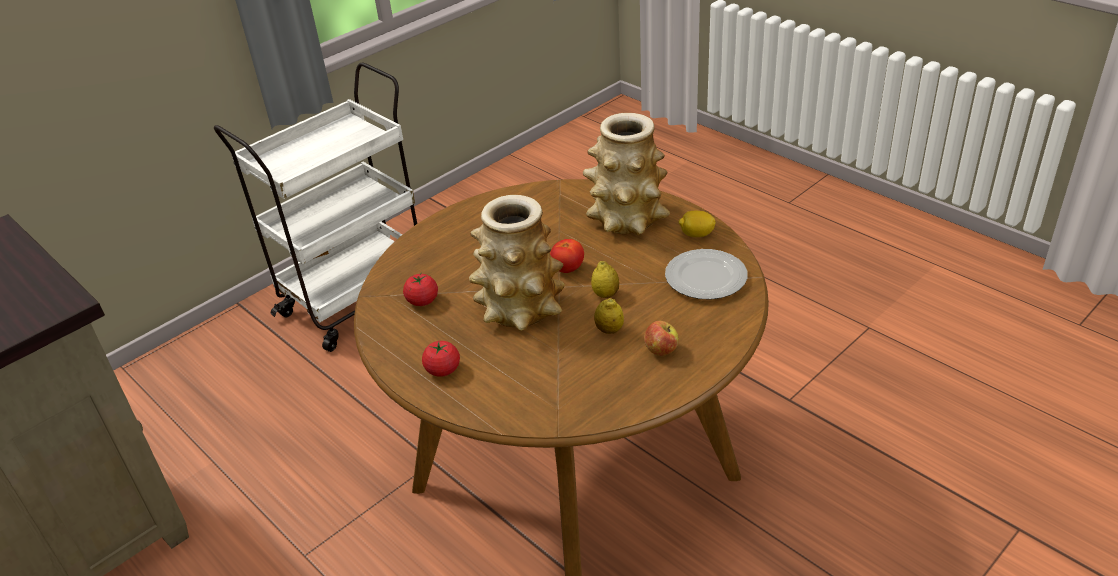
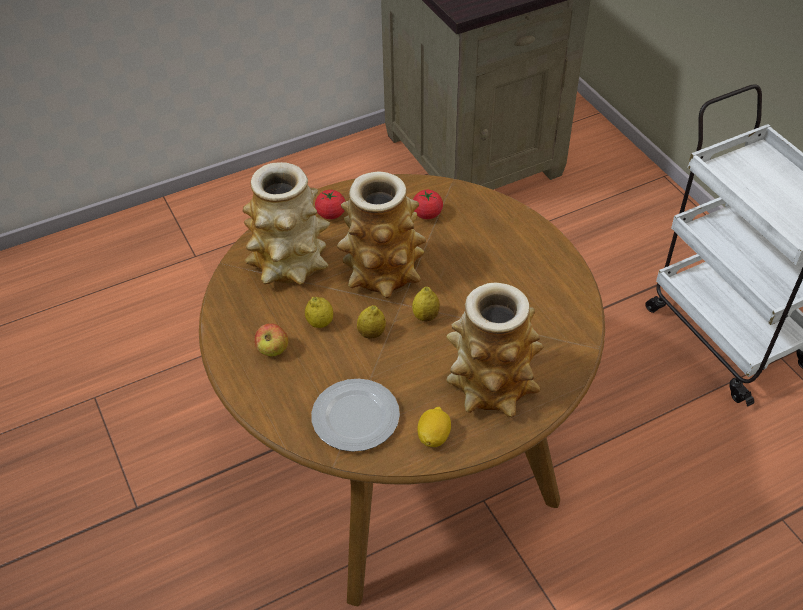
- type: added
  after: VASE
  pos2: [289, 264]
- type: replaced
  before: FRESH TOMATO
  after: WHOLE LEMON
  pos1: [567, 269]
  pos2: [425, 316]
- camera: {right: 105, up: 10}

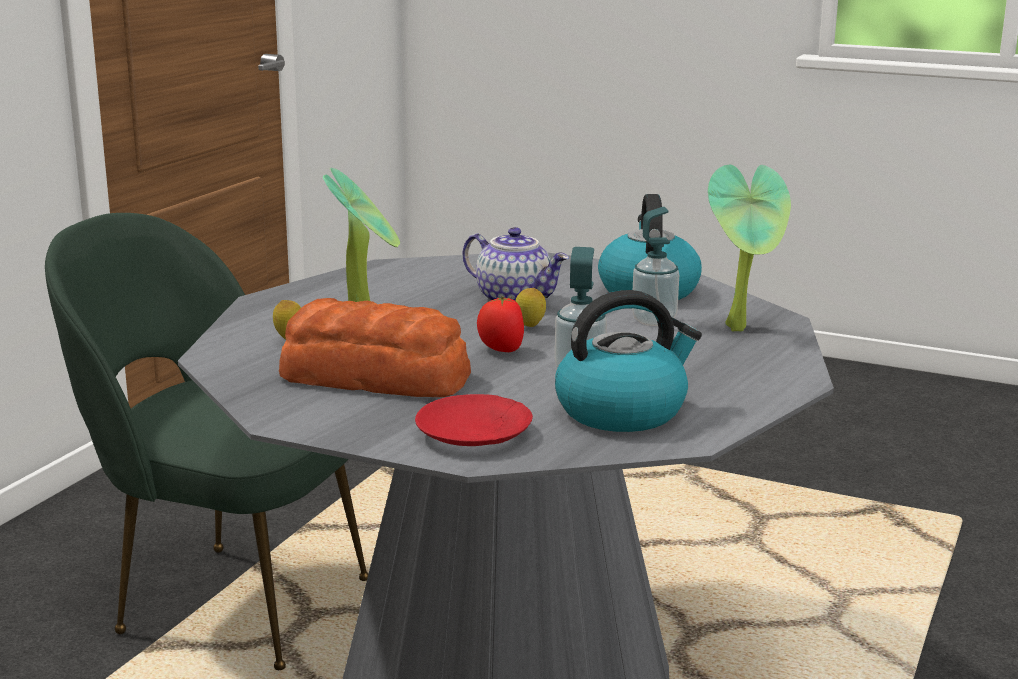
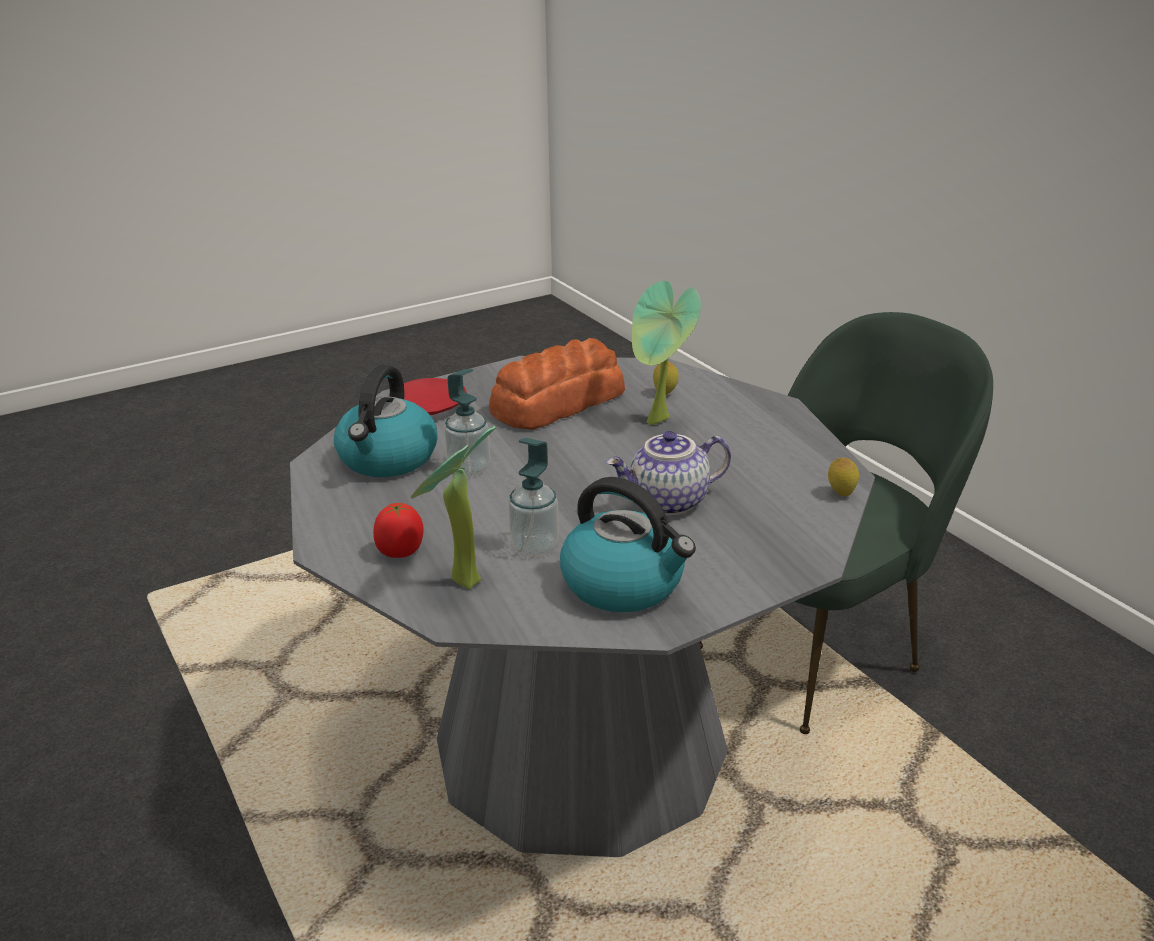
- type: moved
  before: FRESH TOMATO
  pos1: [500, 350]
  pos2: [401, 552]
- type: moved
  before: WHOLE LEMON
  pos1: [530, 327]
  pos2: [841, 494]
- camera: {right: 125, up: 10}

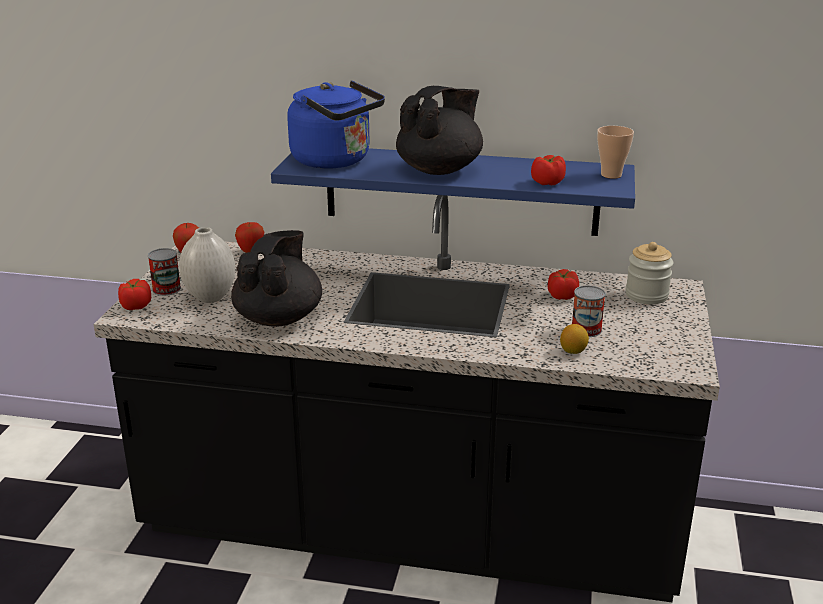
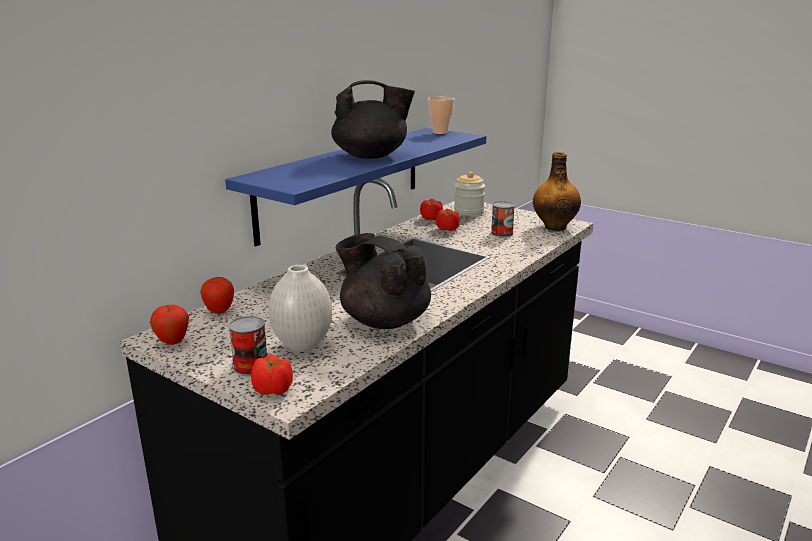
- type: turned
  before: BLACK TEAPOT
  pos1: [440, 170]
  pos2: [371, 156]
  turn: 105
- type: moved
  before: FRESH TOMATO
  pos1: [548, 182]
  pos2: [431, 218]
- type: added
  after: BEVERAGE BOTTLE
  pos2: [554, 227]
- type: removed
  before: BLUISH WATER KETTLE
  pos1: [335, 161]
- type: removed
  before: WHOLE LEMON
  pos1: [573, 351]
- camera: {right: -65, up: -5}

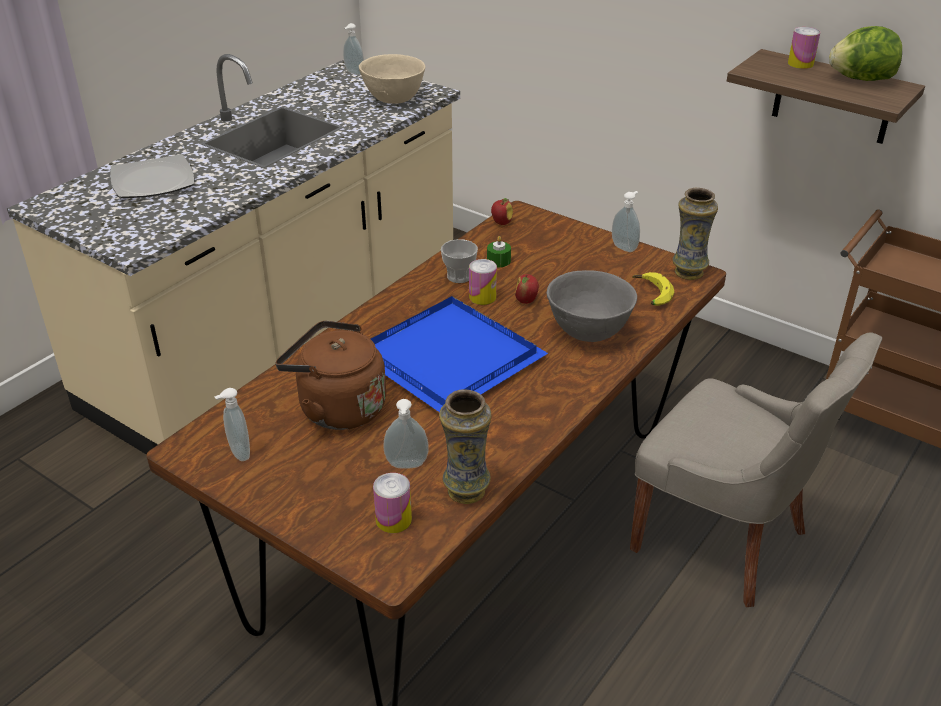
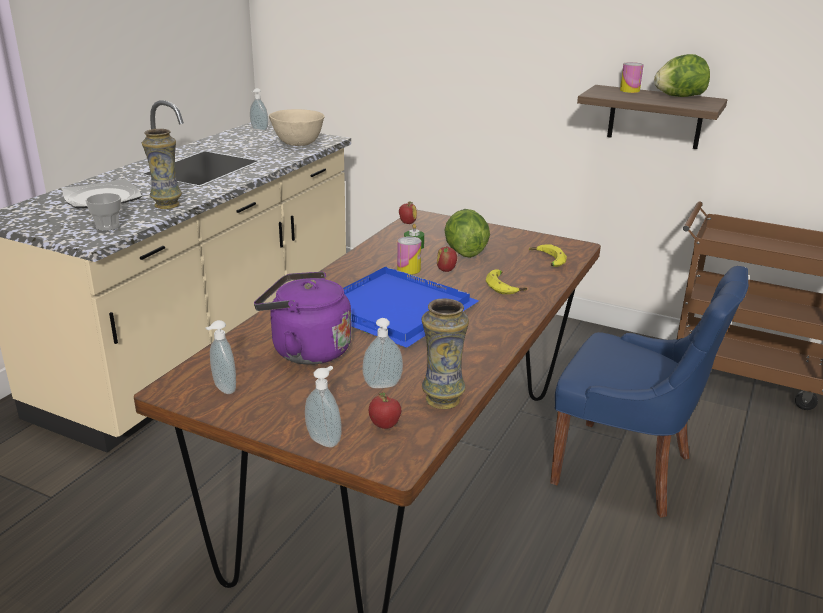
- type: moved
  before: SMALL CUP
  pos1: [459, 276]
  pos2: [107, 226]
- type: moved
  before: VASE
  pos1: [688, 272]
  pos2: [166, 205]
- type: recoloured
  before: BROWN-COLOURED WATER KETTLE
  after: PURPLE WATER KETTLE
  pos1: [337, 408]
  pos2: [306, 350]
- type: moved
  before: SOAP DISPENSER
  pos1: [625, 247]
  pos2: [325, 440]
- type: replaced
  before: CAN
  after: WHOLE APPLE
  pos1: [393, 520]
  pos2: [384, 426]
- type: added
  after: HEAD OF LETTUCE
  pos2: [464, 252]
- type: replaced
  before: GREY DEEP DISH
  after: BANANA
  pos1: [588, 332]
  pos2: [505, 287]
- type: recoloured
  before: GREY PLAIN CHAIR
  after: BLUISH PLAIN CHAIR
  pos1: [724, 540]
  pos2: [626, 469]
- camera: {right: -10, up: -10}

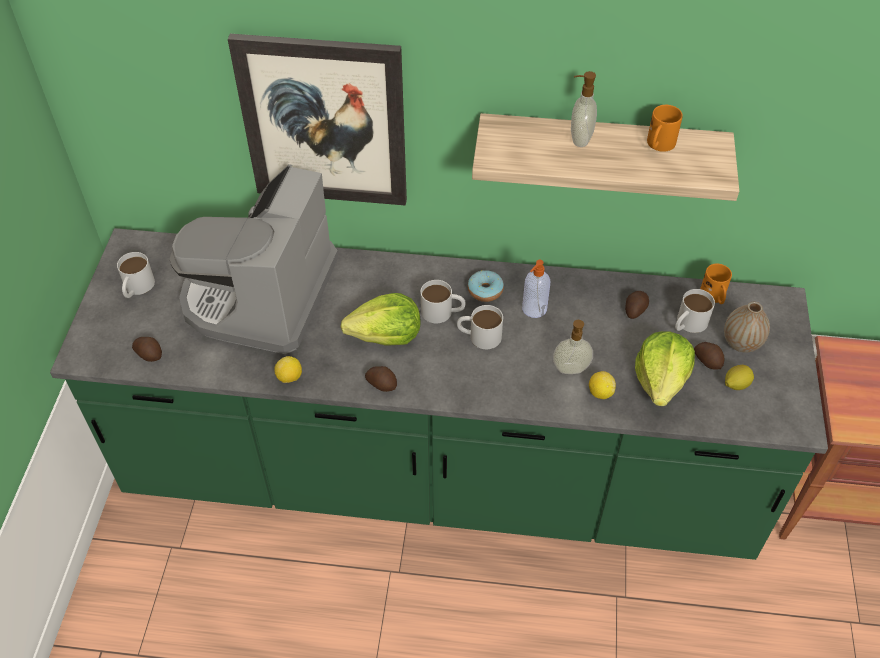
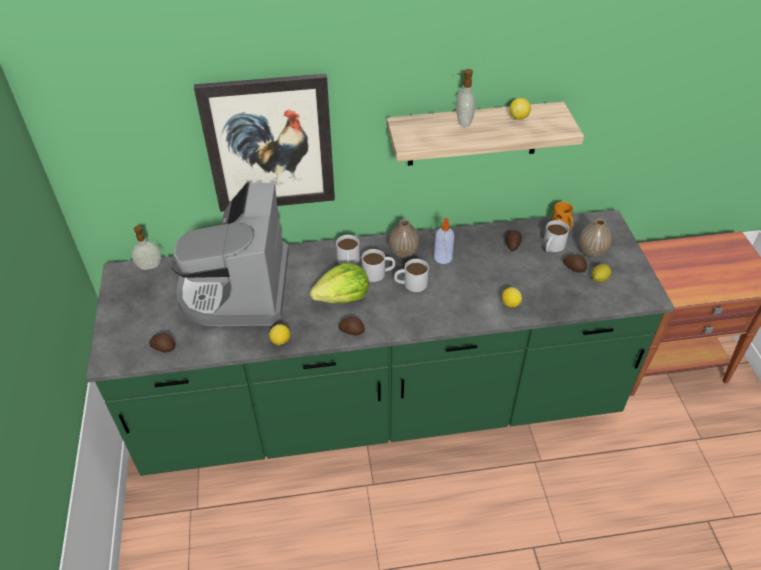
- type: moved
  before: SOAP DISPENSER
  pos1: [571, 370]
  pos2: [150, 267]
- type: moved
  before: WHITE-COLOURED MUG
  pos1: [136, 288]
  pos2: [348, 262]
- type: replaced
  before: DOUGHNUT
  after: VASE
  pos1: [485, 290]
  pos2: [403, 252]
- type: replaced
  before: ORANGE MUG
  after: WHOLE LEMON
  pos1: [659, 145]
  pos2: [518, 117]
- type: removed
  before: HEAD OF LETTUCE
  pos1: [661, 380]
- camera: {right: -15, up: -5}

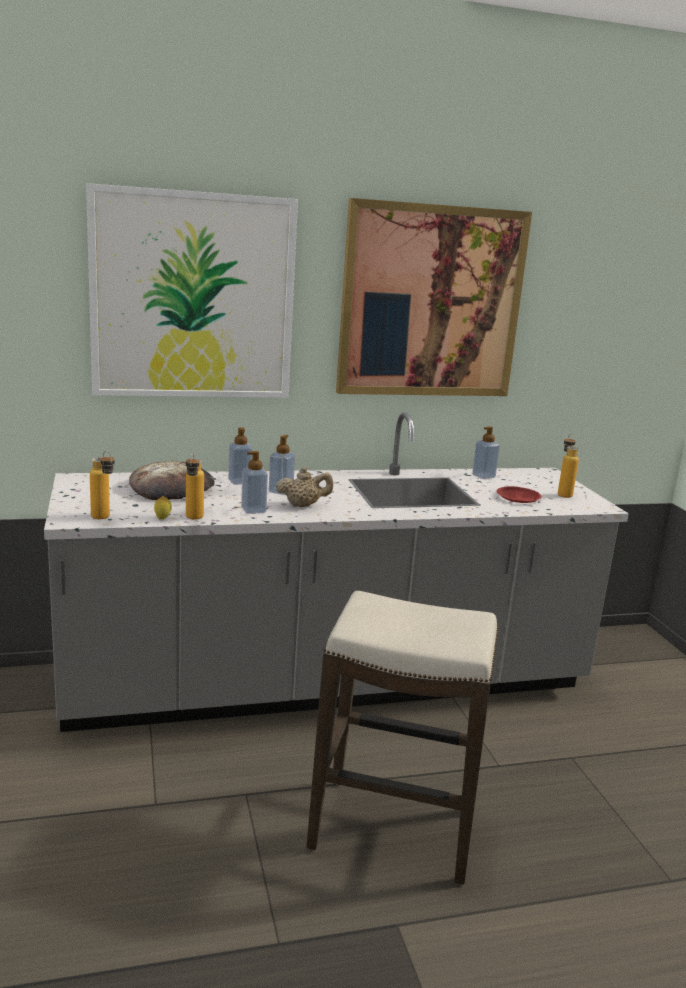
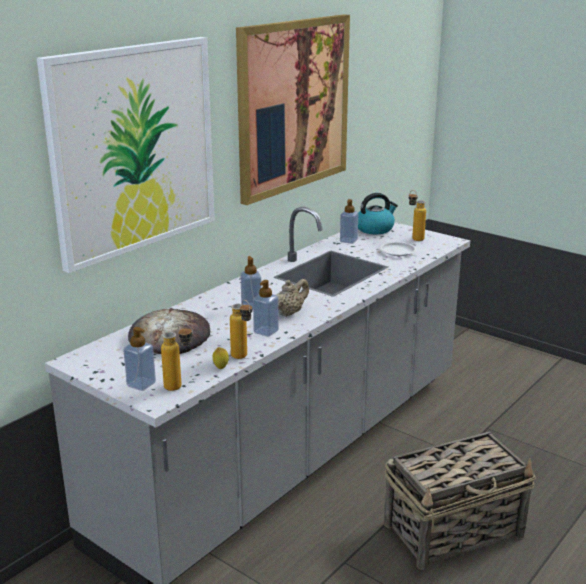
- type: moved
  before: SOAP DISPENSER
  pos1: [239, 481]
  pos2: [141, 384]
- type: added
  after: WATER KETTLE
  pos2: [375, 229]
- type: recoloured
  before: REDDISH DINNER PLATE
  after: WHITE-COLOURED DINNER PLATE
  pos1: [518, 497]
  pos2: [397, 251]
- type: replaced
  before: STOOL SEAT
  after: HOUSEHOLD BASKET
  pos1: [394, 828]
  pos2: [455, 530]
- camera: {right: -35, up: 5}

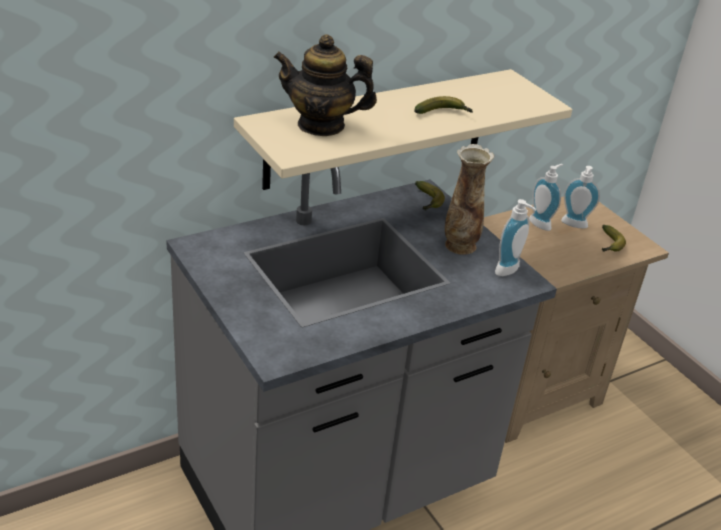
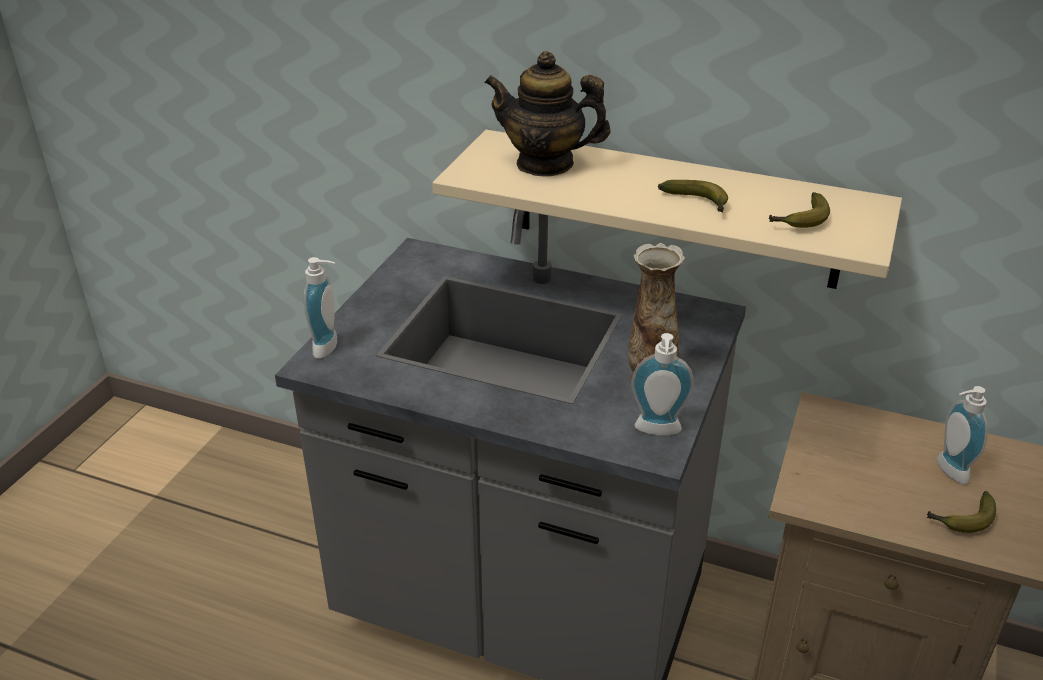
- type: moved
  before: SOAP DISPENSER
  pos1: [542, 223]
  pos2: [330, 347]
- type: turned
  before: TEAPOT
  pos1: [321, 125]
  pos2: [545, 164]
  turn: -45
- type: moved
  before: BANANA
  pos1: [428, 202]
  pos2: [800, 220]
- camera: {right: 55, up: 0}

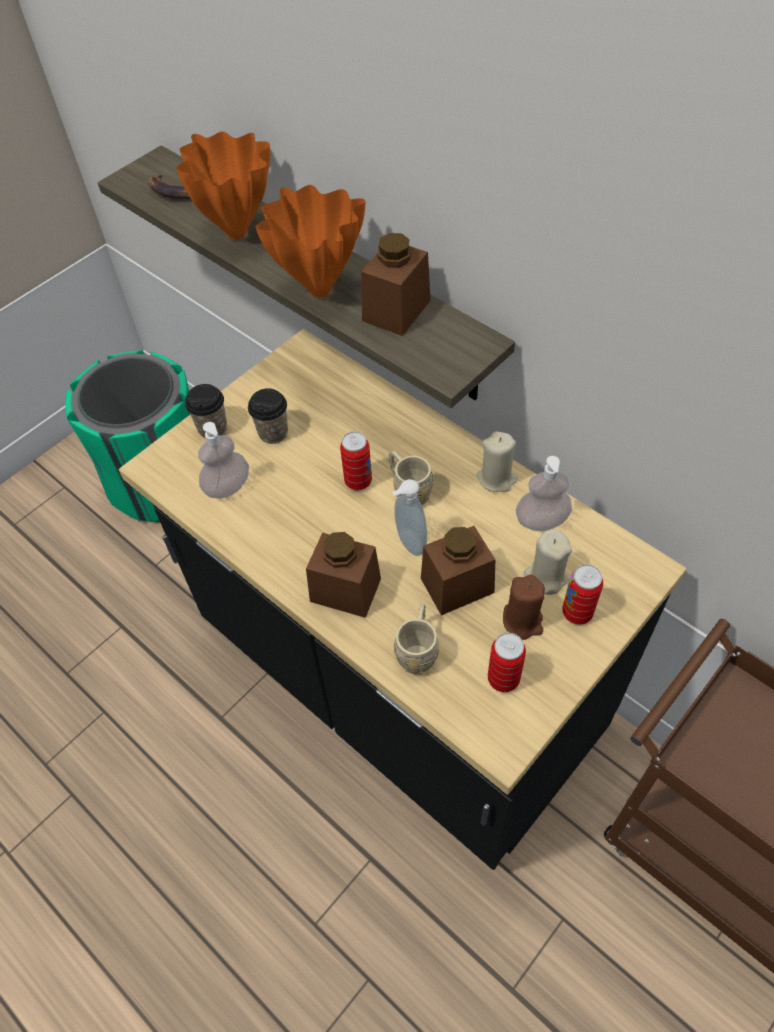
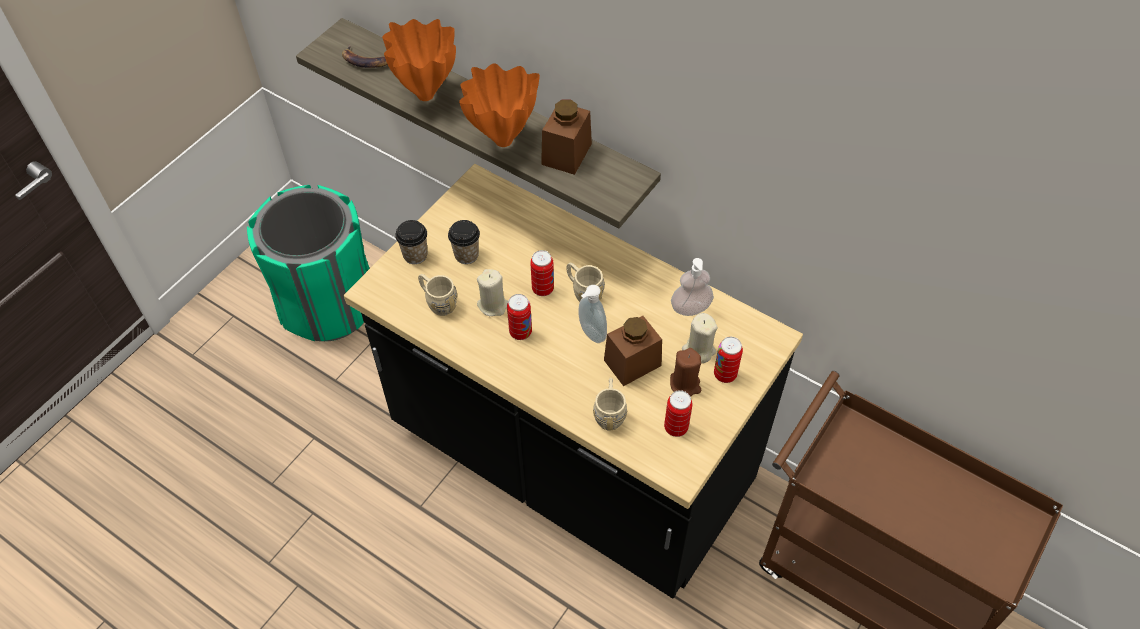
- type: replaced
  before: SOAP DISPENSER
  after: SAND-COLOURED MUG
  pos1: [227, 487]
  pos2: [438, 302]
- type: moved
  before: SAND-COLOURED WAX CANDLE
  pos1: [496, 478]
  pos2: [493, 305]
- type: added
  after: CAN
  pos2: [520, 332]
- type: removed
  before: BROWN-COLOURED STORAGE JAR
  pos1: [345, 590]
- camera: {right: -10, up: 0}

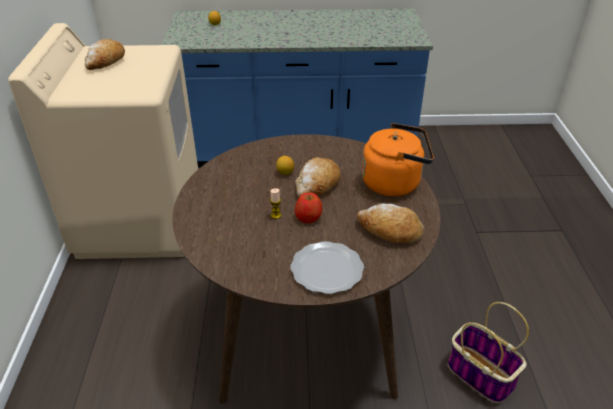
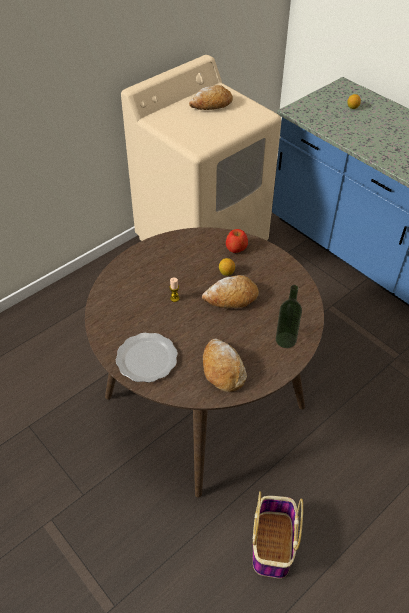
- type: moved
  before: WHOLE APPLE
  pos1: [308, 217]
  pos2: [236, 248]
- type: replaced
  before: ORANGE WATER KETTLE
  after: BEVERAGE BOTTLE
  pos1: [394, 182]
  pos2: [285, 340]
- camera: {right: 50, up: 10}

